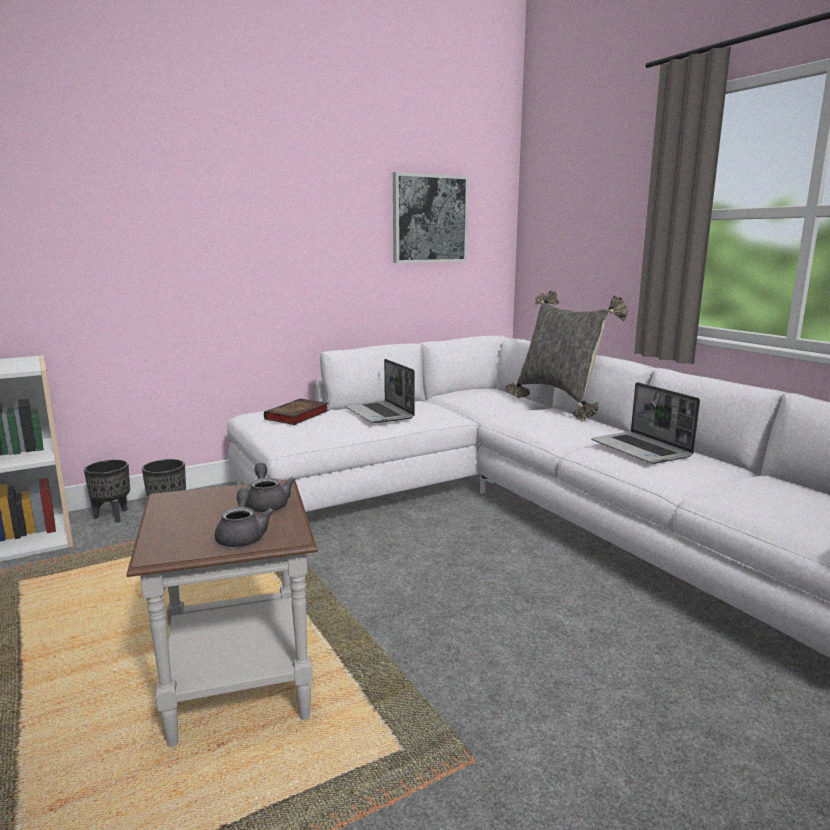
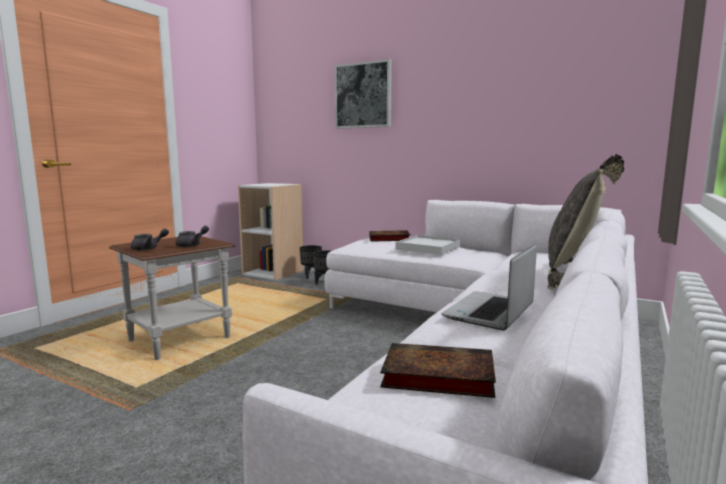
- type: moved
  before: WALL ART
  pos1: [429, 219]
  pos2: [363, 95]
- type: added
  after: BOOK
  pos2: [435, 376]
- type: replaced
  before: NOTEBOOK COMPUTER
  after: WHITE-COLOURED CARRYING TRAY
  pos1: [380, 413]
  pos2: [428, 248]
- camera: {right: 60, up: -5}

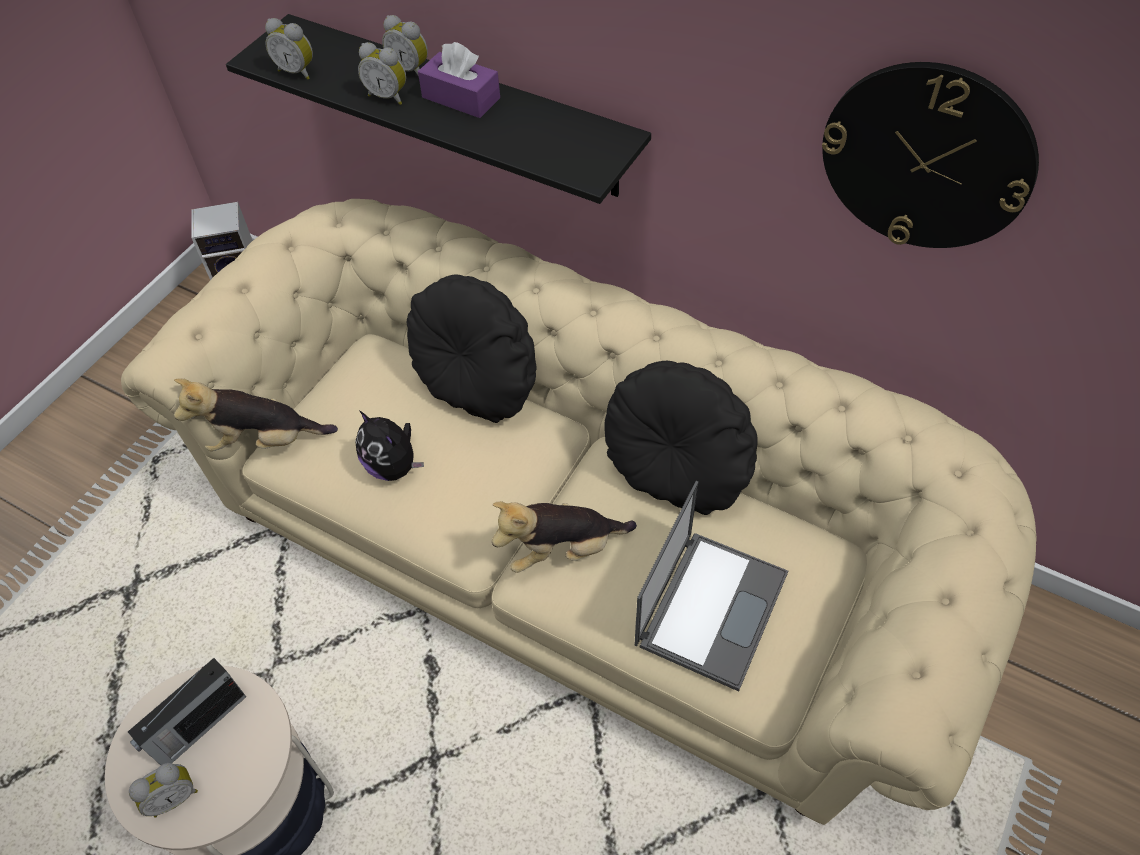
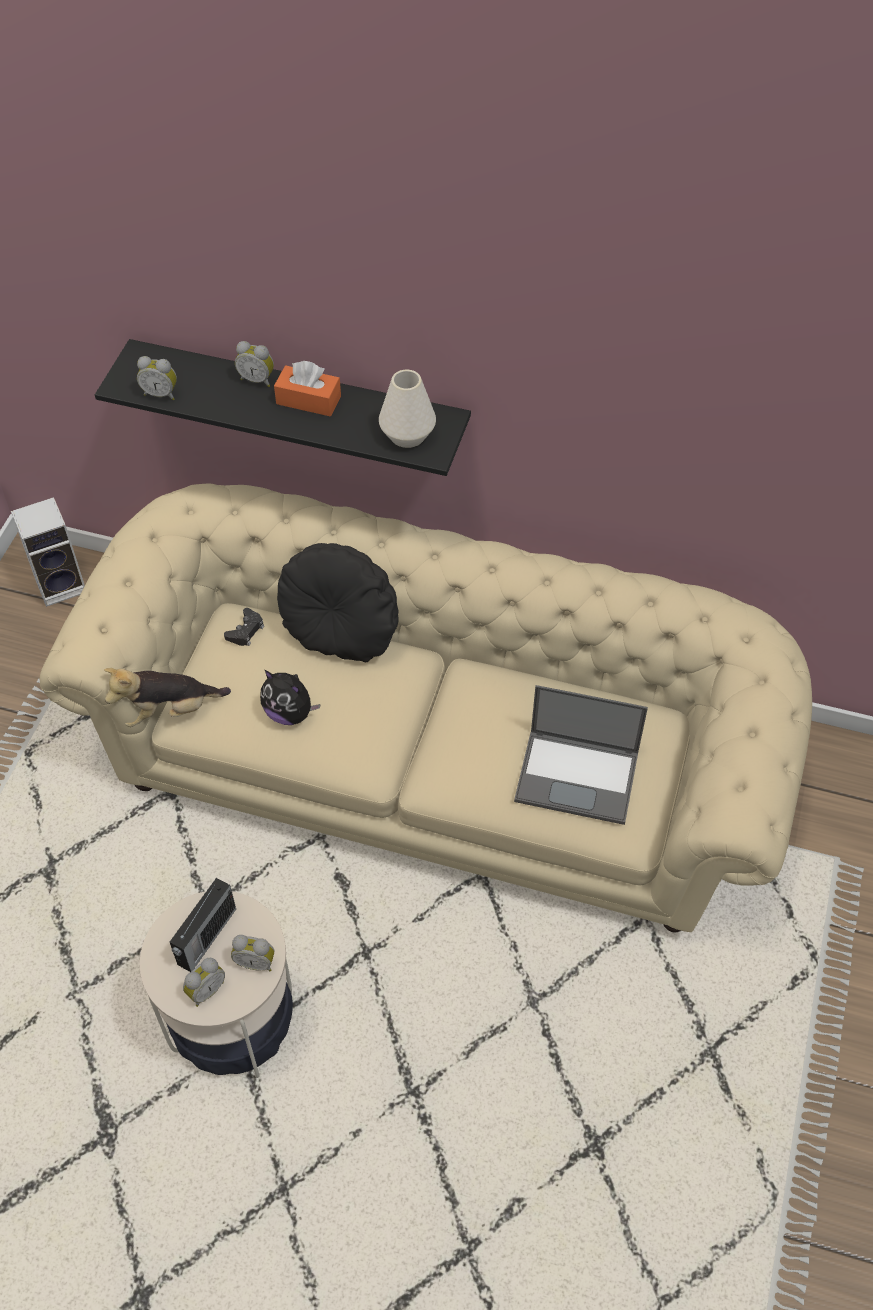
- type: added
  after: BLACK GAMEPAD
  pos2: [245, 631]
- type: moved
  before: TABLE CLOCK
  pos1: [388, 96]
  pos2: [256, 961]
- type: recoloured
  before: PURPLE TISSUE BOX
  after: ORANGE TISSUE BOX
  pos1: [461, 98]
  pos2: [308, 400]
- type: added
  after: WHITE-COLOURED VASE
  pos2: [407, 435]
- type: turned
  before: NOTEBOOK COMPUTER
  pos1: [712, 606]
  pos2: [578, 776]
  turn: 90
- type: removed
  before: CUDDLY TOY
  pos1: [562, 550]
- type: removed
  before: BLACK THROW PILLOW
  pos1: [675, 478]
- type: removed
  before: CLOCK ON THE WALL
  pos1: [926, 158]
- camera: {right: -15, up: 0}

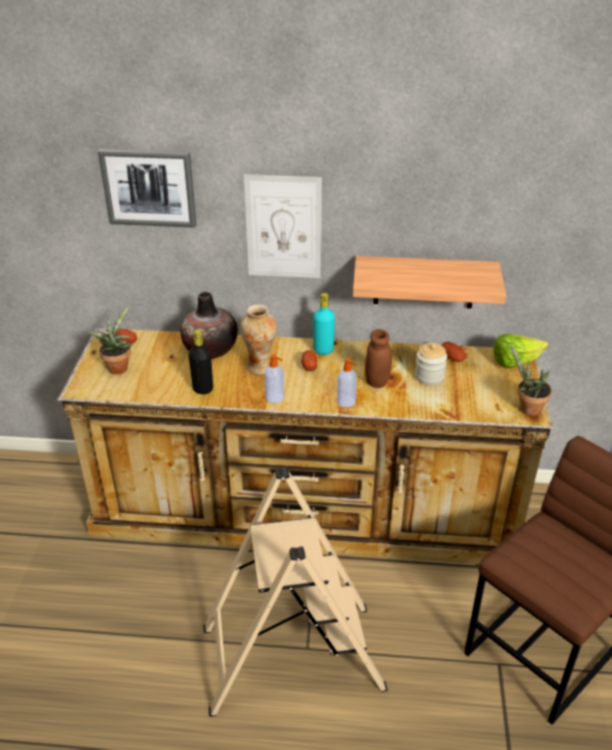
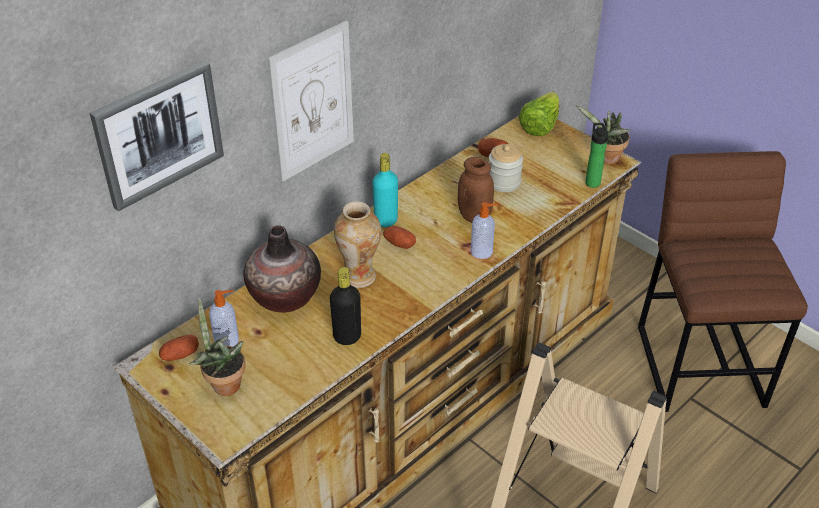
- type: moved
  before: SOAP DISPENSER
  pos1: [275, 398]
  pos2: [227, 340]
- type: added
  after: BEVERAGE BOTTLE
  pos2: [592, 181]
- type: removed
  before: SHELF
  pos1: [424, 282]
- camera: {right: -50, up: 5}

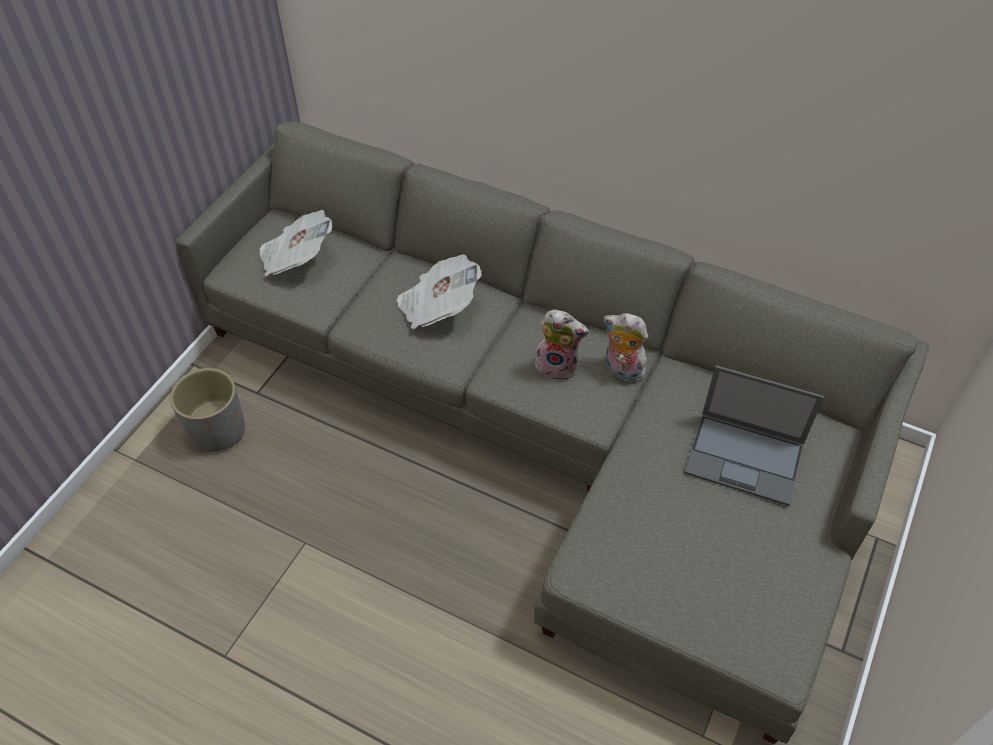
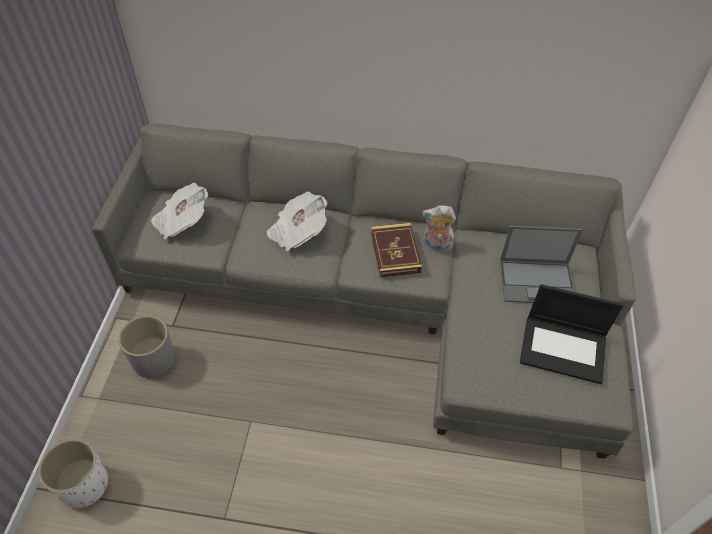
- type: added
  after: WHITE-COLOURED PLANT POT
  pos2: [85, 485]
- type: replaced
  before: CUDDLY TOY
  after: BOOK
  pos1: [558, 366]
  pos2: [395, 252]
- type: added
  after: NOTEBOOK COMPUTER
  pos2: [564, 349]
- camera: {right: -20, up: 0}

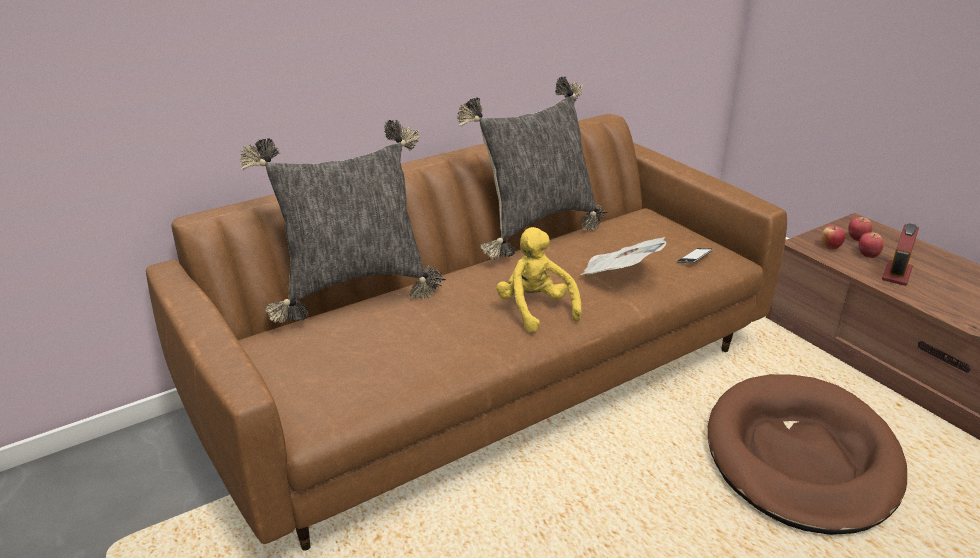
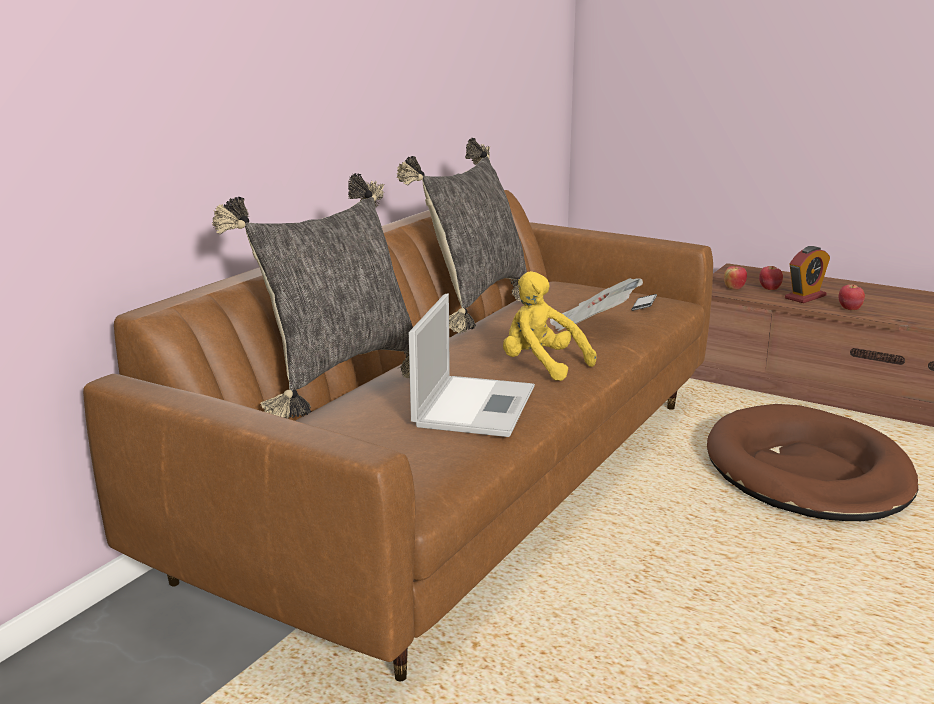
- type: added
  after: NOTEBOOK COMPUTER
  pos2: [475, 405]
- type: turned
  before: TABLE CLOCK
  pos1: [896, 274]
  pos2: [805, 297]
  turn: 45
- type: moved
  before: WHOLE APPLE
  pos1: [857, 239]
  pos2: [849, 308]
- camera: {right: -25, up: -10}

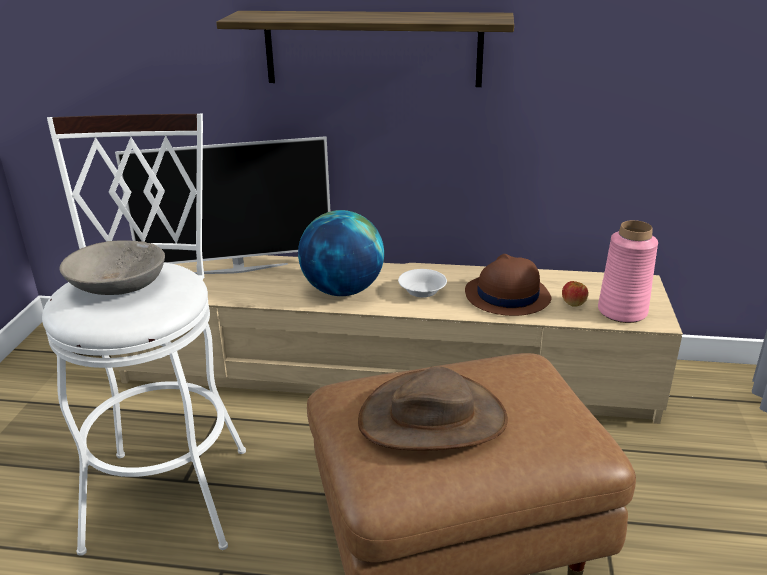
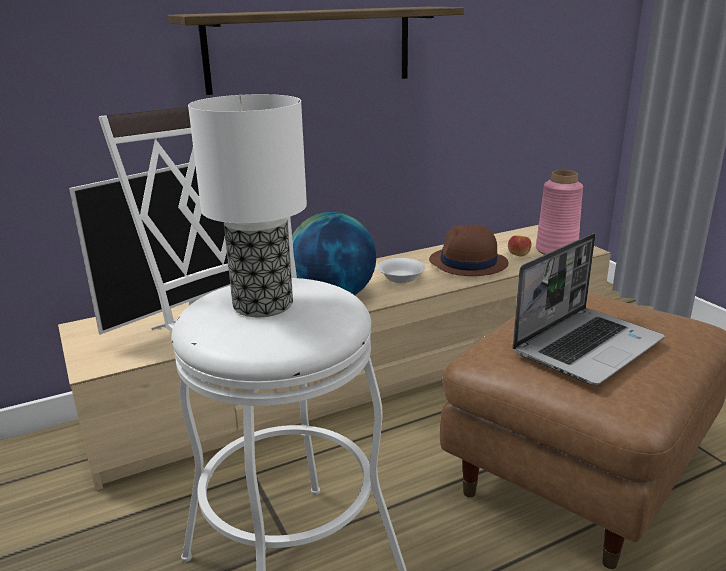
- type: replaced
  before: GREY DEEP DISH
  after: TABLE LAMP
  pos1: [118, 285]
  pos2: [262, 305]
- type: replaced
  before: BROWN-COLOURED HAT
  after: NOTEBOOK COMPUTER
  pos1: [432, 418]
  pos2: [587, 346]
- camera: {right: -35, up: -5}

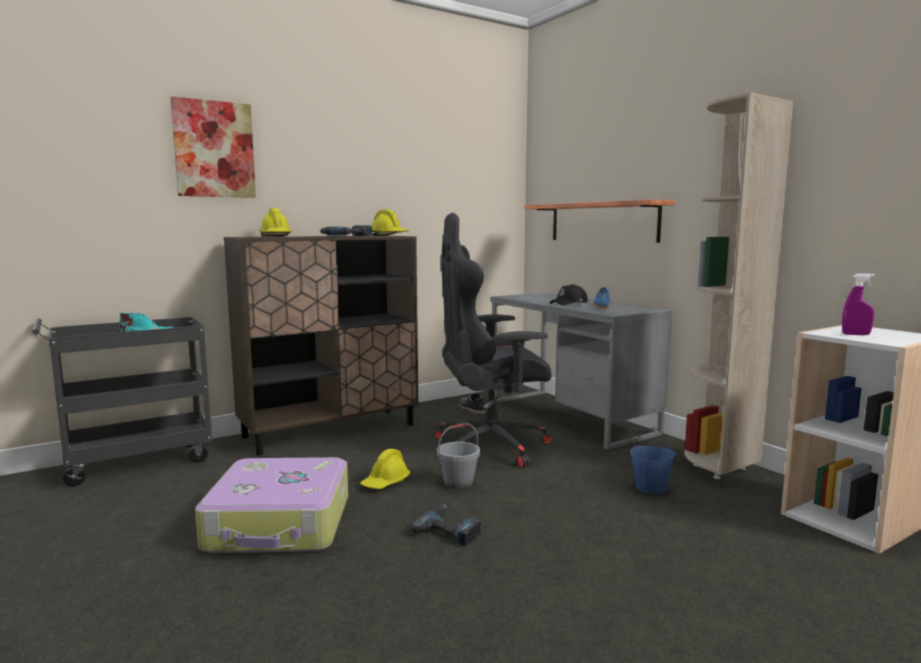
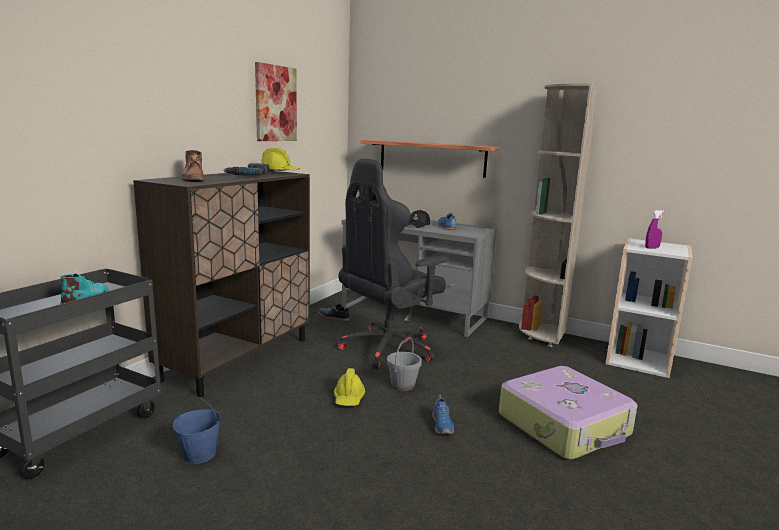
- type: moved
  before: BLUISH PAIL
  pos1: [651, 488]
  pos2: [199, 454]
- type: replaced
  before: YELLOW-COLOURED SAFETY HELMET
  after: BROWN-COLOURED BOOT
  pos1: [276, 236]
  pos2: [193, 179]
- type: moved
  before: WALL ART
  pos1: [214, 149]
  pos2: [275, 103]
- type: replaced
  before: ELECTRIC DRILL
  after: BLUISH LOW SHOE
  pos1: [450, 530]
  pos2: [443, 425]
- type: moved
  before: TRAVEL CASE
  pos1: [280, 524]
  pos2: [565, 425]
- camera: {right: -30, up: 5}

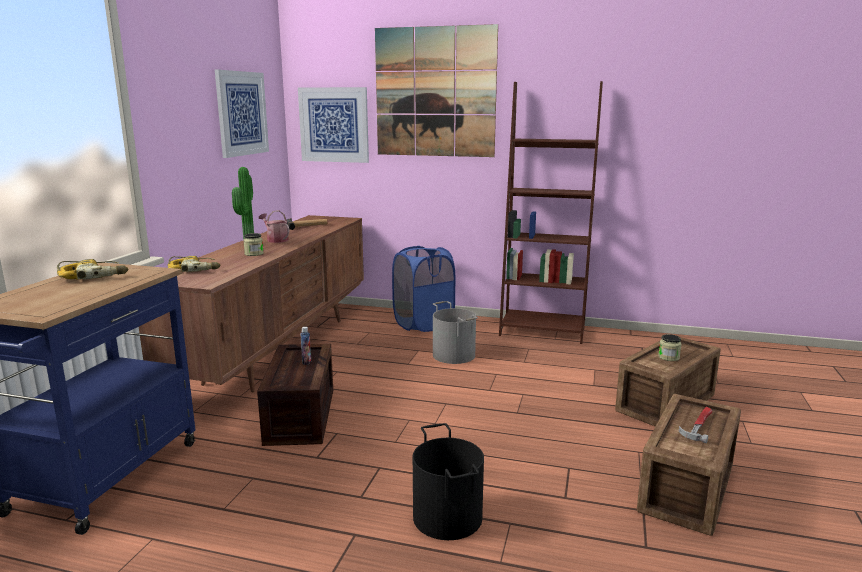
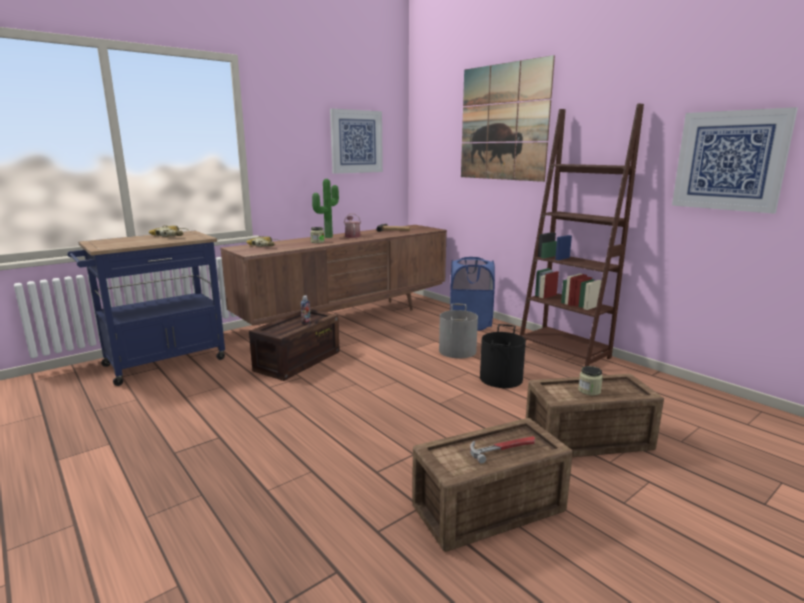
- type: moved
  before: BLACK PAIL
  pos1: [448, 516]
  pos2: [501, 378]
- type: moved
  before: WALL ART
  pos1: [334, 125]
  pos2: [729, 161]
- camera: {right: 35, up: 0}

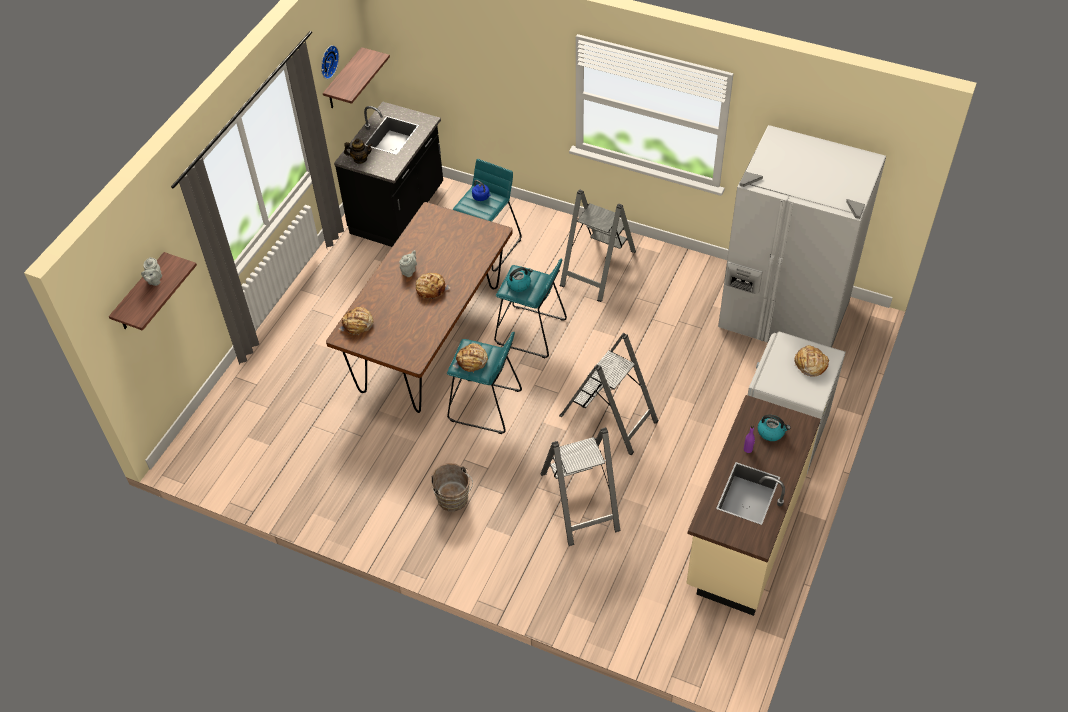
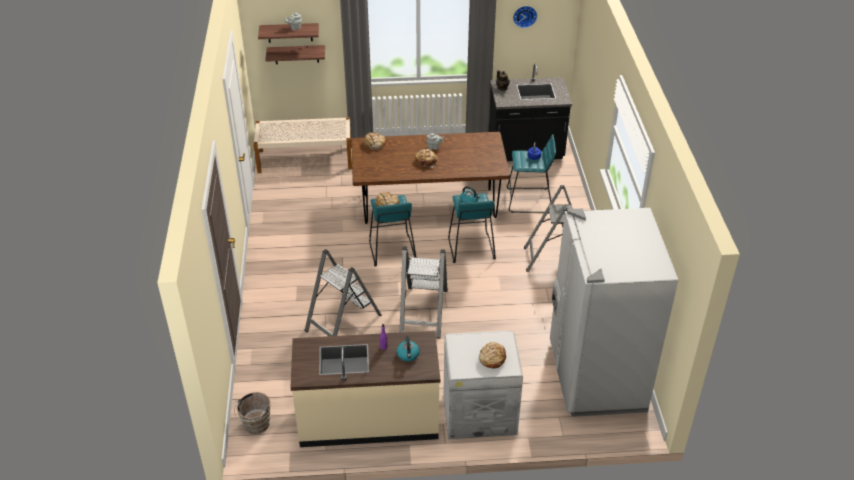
- type: moved
  before: BROWN-COLOURED PAIL
  pos1: [454, 500]
  pos2: [255, 425]
- type: added
  after: SAND-COLOURED BENCH
  pos2: [305, 159]
- type: moved
  before: SHELF
  pos1: [344, 80]
  pos2: [296, 54]
- camera: {right: 60, up: -10}

